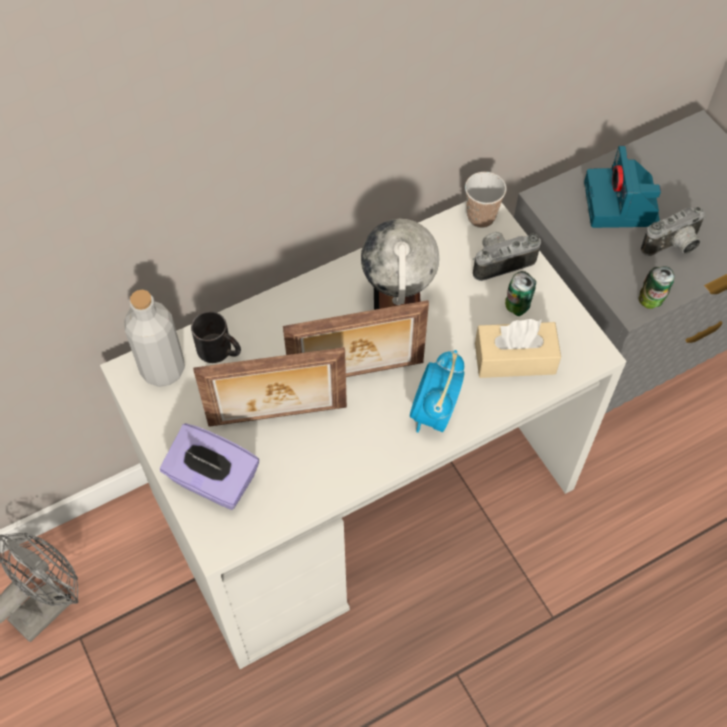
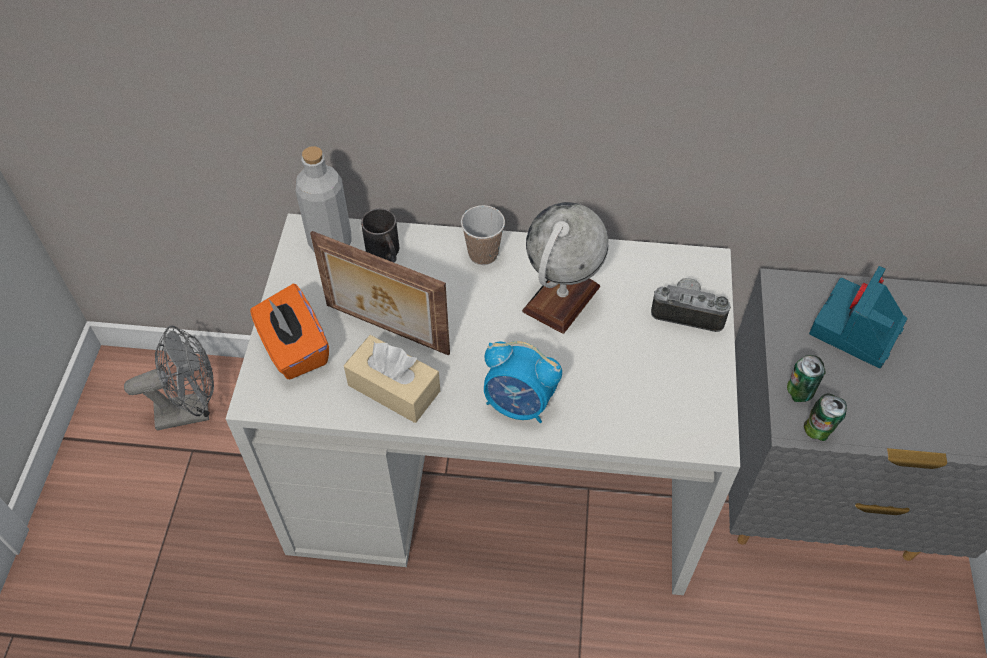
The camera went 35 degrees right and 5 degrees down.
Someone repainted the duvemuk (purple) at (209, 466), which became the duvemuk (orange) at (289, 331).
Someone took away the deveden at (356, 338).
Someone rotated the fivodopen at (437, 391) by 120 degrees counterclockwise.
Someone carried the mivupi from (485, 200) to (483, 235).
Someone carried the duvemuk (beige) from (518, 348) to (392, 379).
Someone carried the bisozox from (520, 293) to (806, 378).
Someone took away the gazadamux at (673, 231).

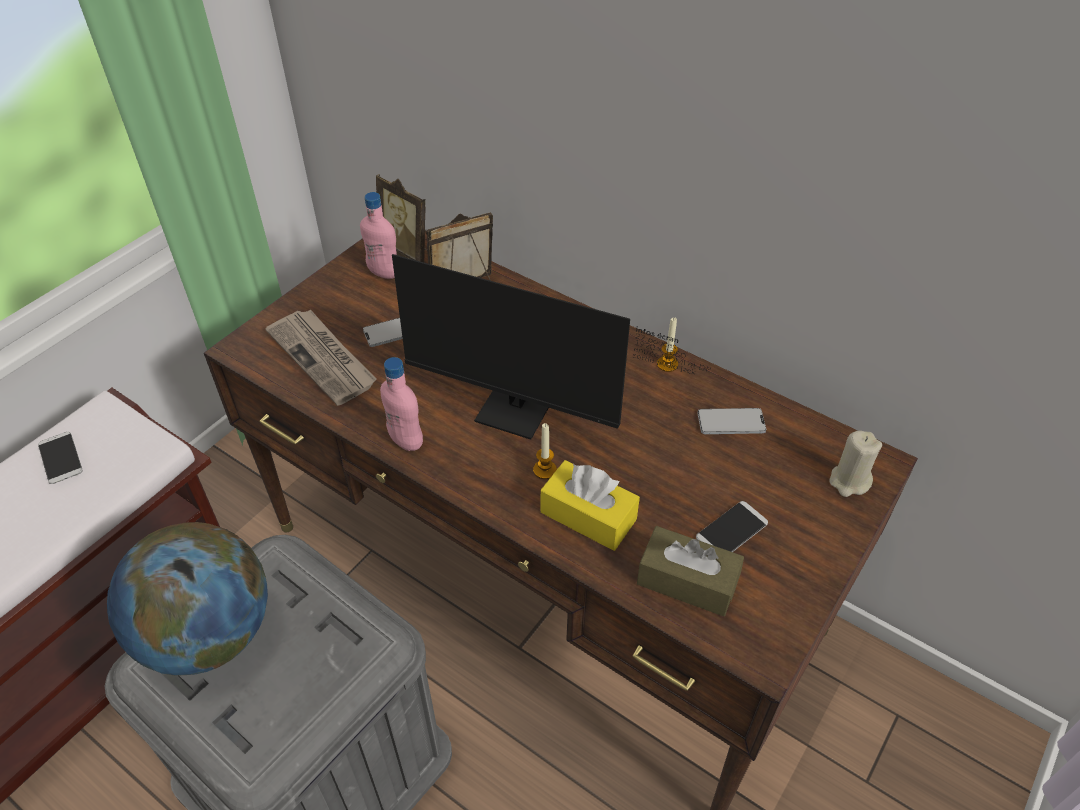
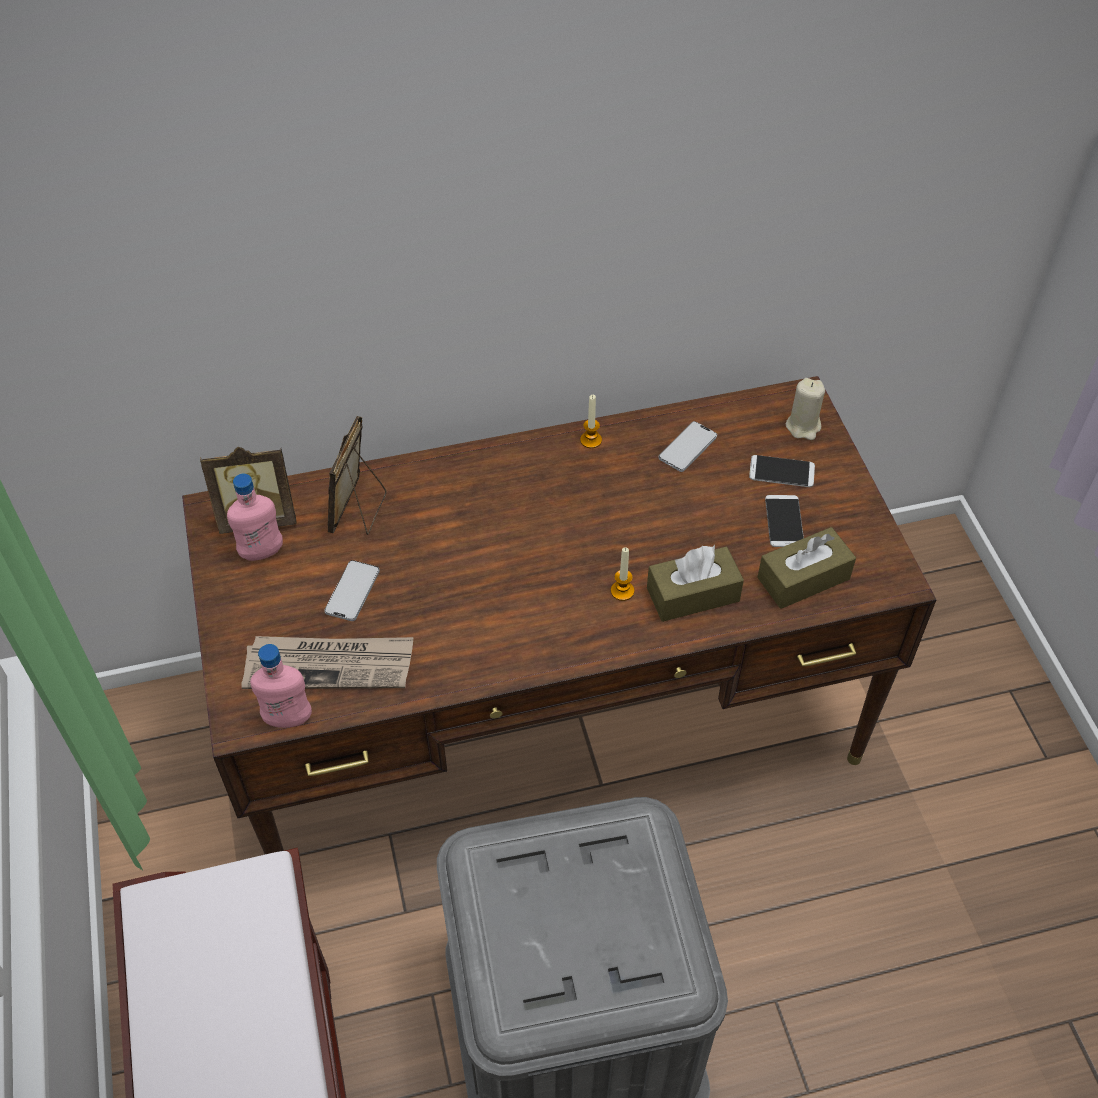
The camera went 50 degrees left and 5 degrees up.
Someone carried the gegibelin from (60, 458) to (782, 471).
Someone took away the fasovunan at (187, 599).
Someone carried the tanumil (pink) from (401, 404) to (281, 686).
Someone took away the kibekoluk at (551, 347).
Someone repainted the duvemuk (yellow) at (590, 505), which became the duvemuk (brown) at (695, 583).

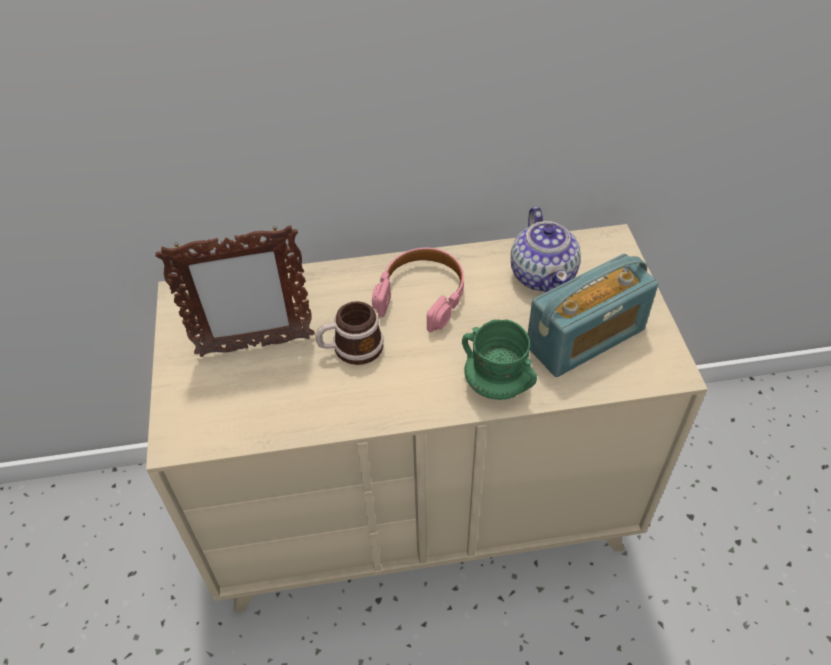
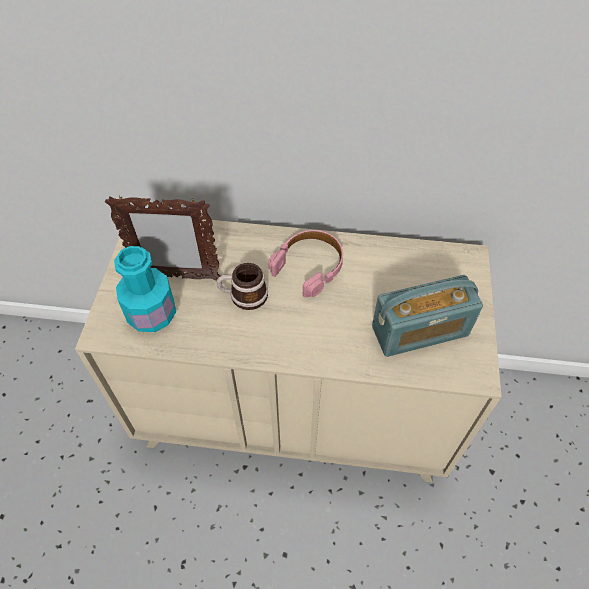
The camera went 15 degrees right and 5 degrees up.
Someone took away the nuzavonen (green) at (499, 359).
Someone took away the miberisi at (546, 249).
Someone put down the tanumil (turquoise) at (145, 289).

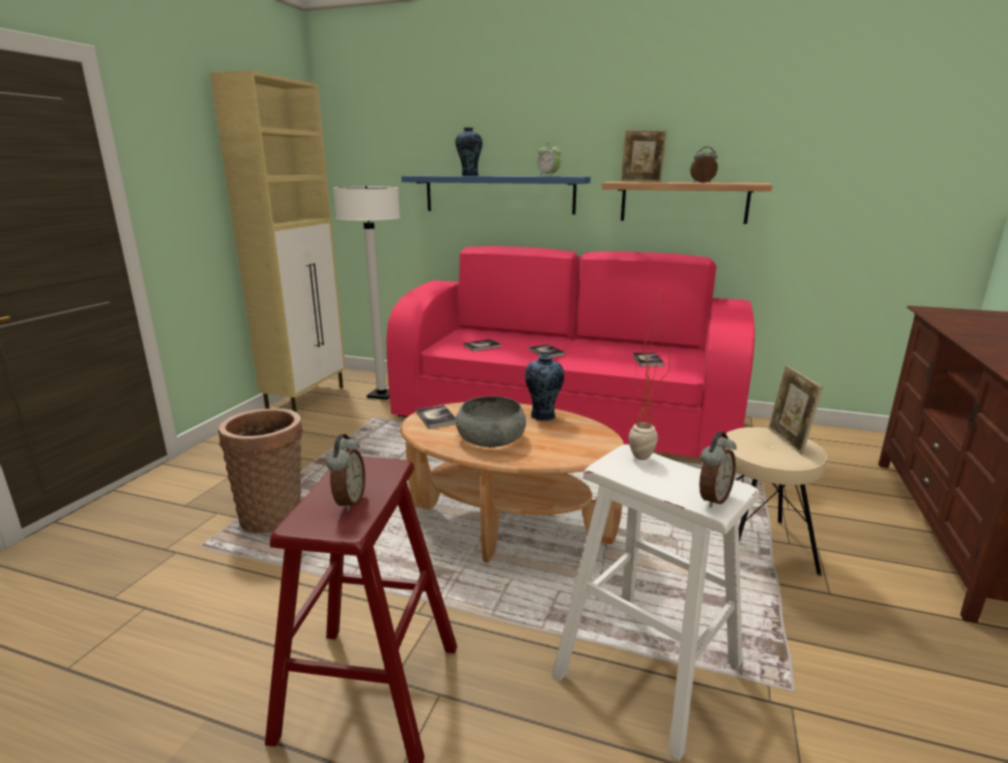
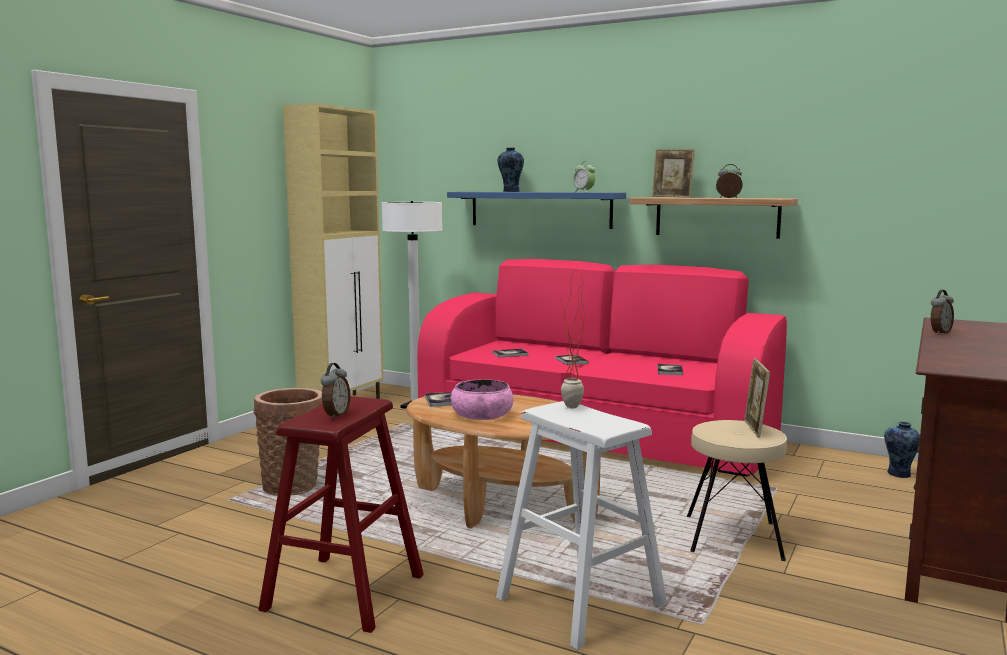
The camera went 10 degrees right and 10 degrees down.
Someone repainted the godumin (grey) at (490, 422), which became the godumin (pink) at (481, 399).
Someone carried the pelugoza from (544, 387) to (902, 449).
Someone carried the fivodopen from (717, 469) to (942, 312).

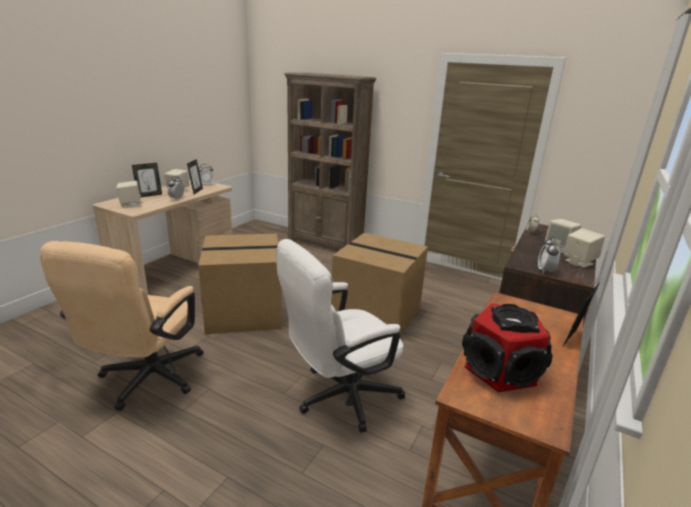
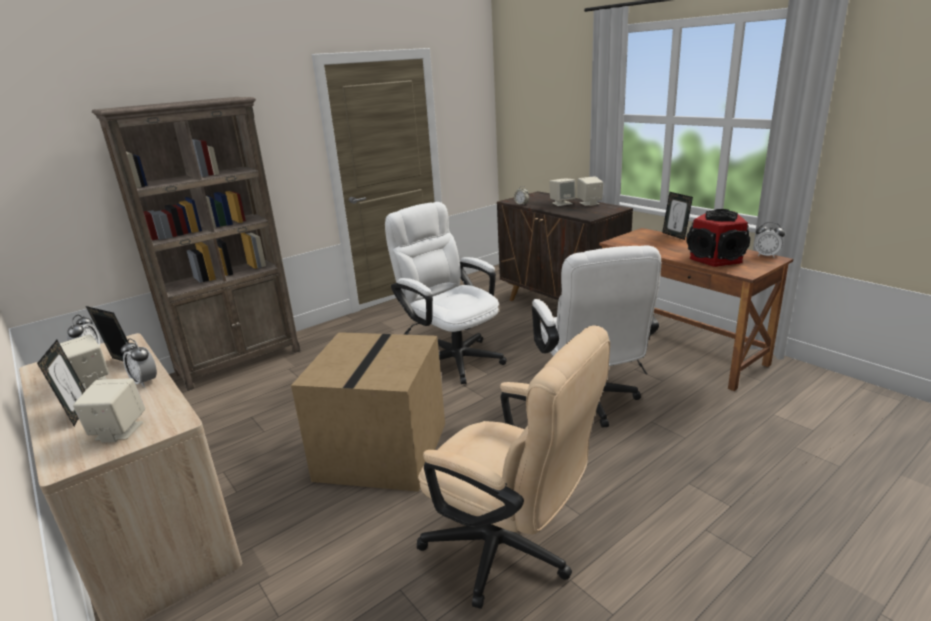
The camera went 65 degrees left and 0 degrees up.
Someone swapped the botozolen at (379, 284) for the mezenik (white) at (446, 293).
Someone carried the fivodopen from (549, 255) to (769, 240).

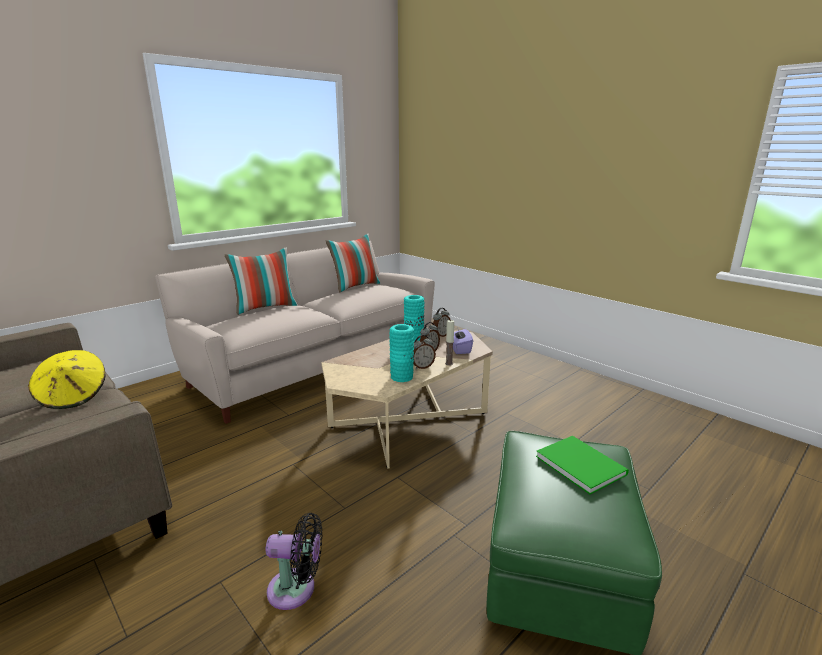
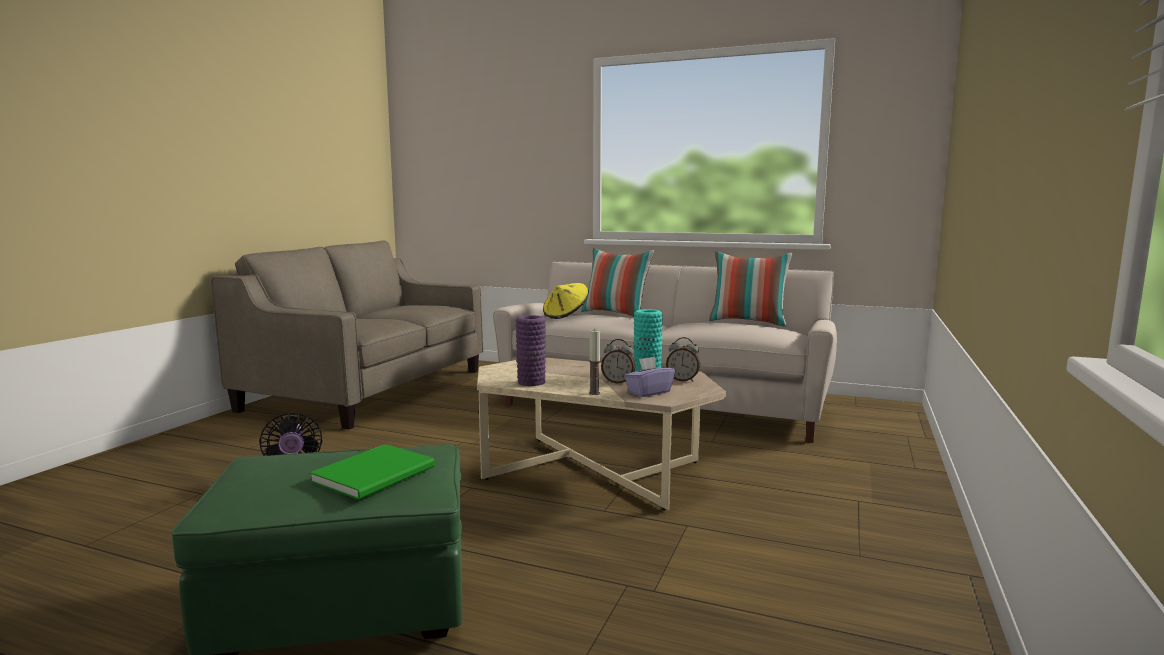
The camera went 65 degrees right and 10 degrees down.
Someone carried the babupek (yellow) from (66, 379) to (565, 301).
Someone repainted the pelugoza (turquoise) at (401, 353), which became the pelugoza (purple) at (531, 350).
Someone took away the fivodopen at (424, 352).

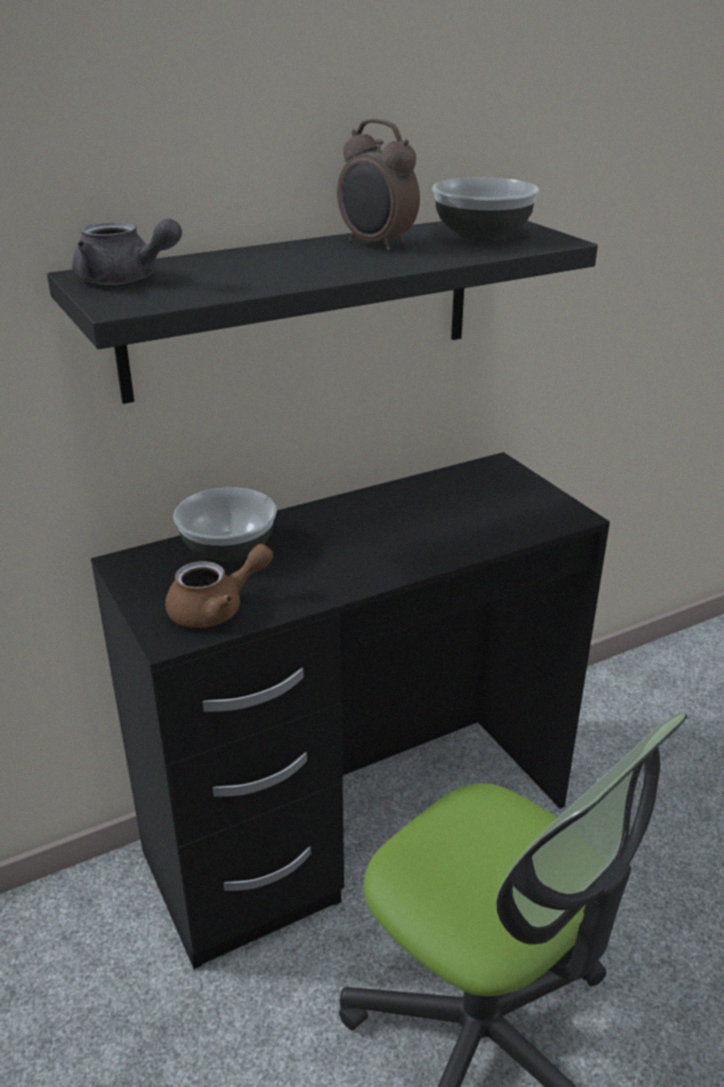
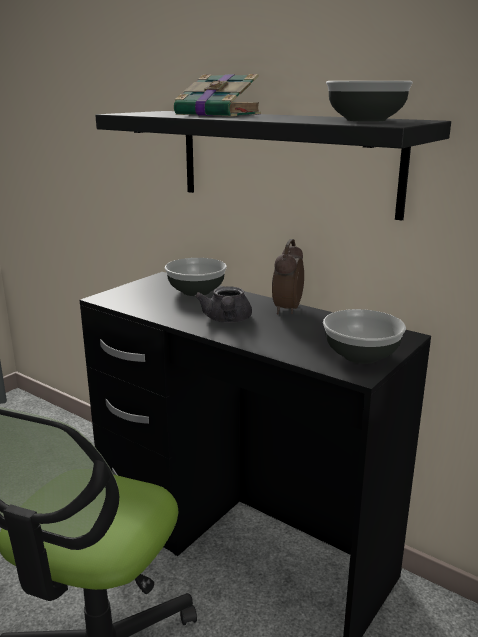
The camera went 65 degrees right and 10 degrees down.
Someone carried the miberisi (grey) from (127, 251) to (223, 304).
Someone took away the miberisi (brown) at (219, 586).
Someone carried the fivodopen from (378, 185) to (288, 276).
Someone put down the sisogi at (217, 95).
Someone put down the godumin at (364, 336).

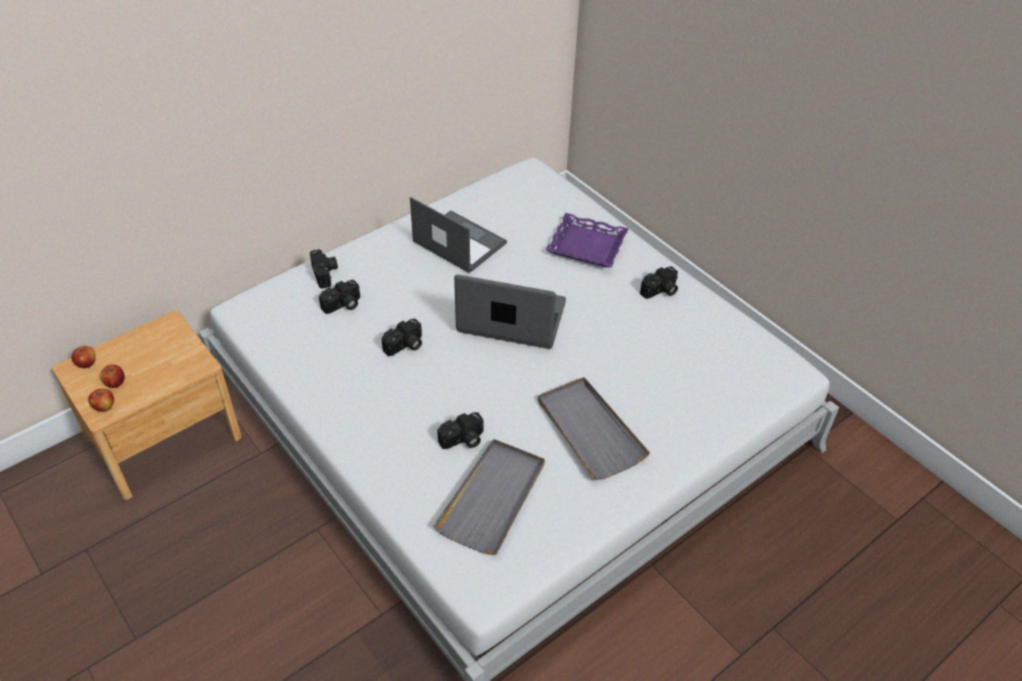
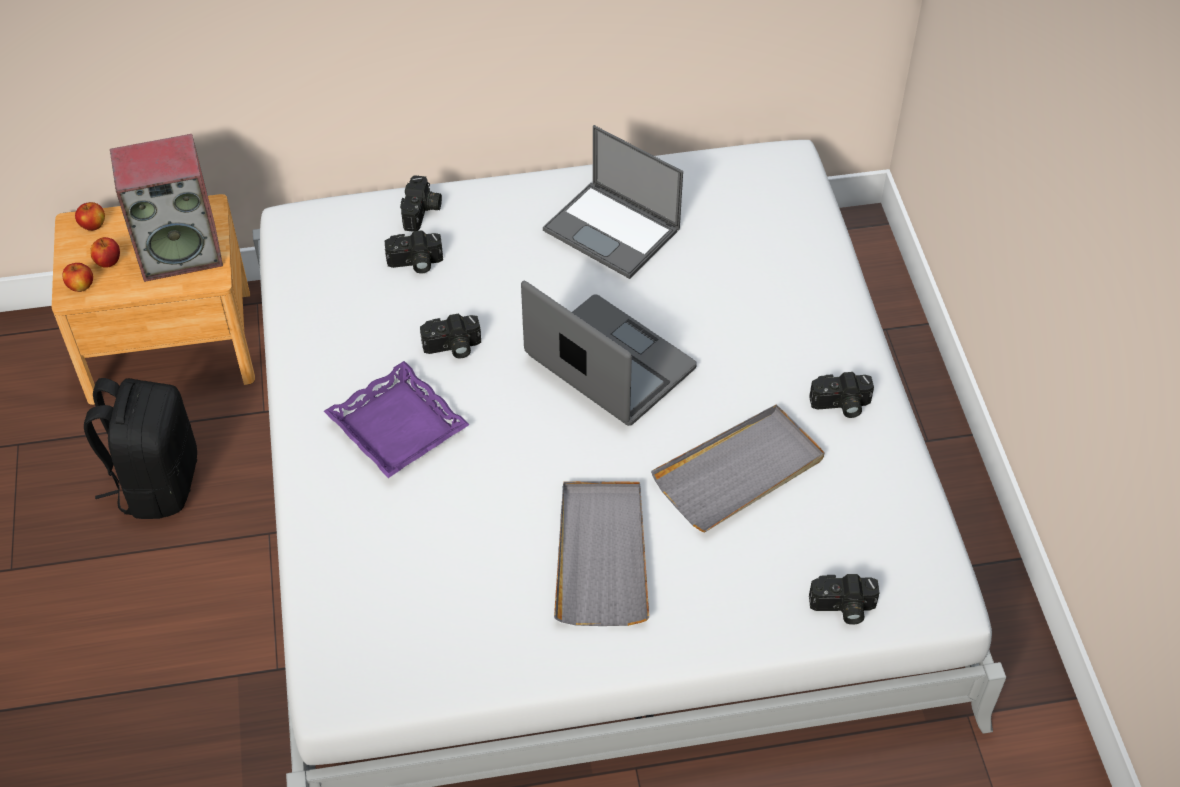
The camera went 30 degrees right and 5 degrees up.
Someone rotated the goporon at (458, 235) by 150 degrees clockwise.
Someone carried the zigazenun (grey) from (489, 497) to (738, 468).
Someone carried the gazadamux from (460, 430) to (844, 599).
Someone carried the zigazenun (purple) from (587, 240) to (397, 419).
Someone put down the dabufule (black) at (140, 448).
Someone put down the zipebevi at (166, 208).

